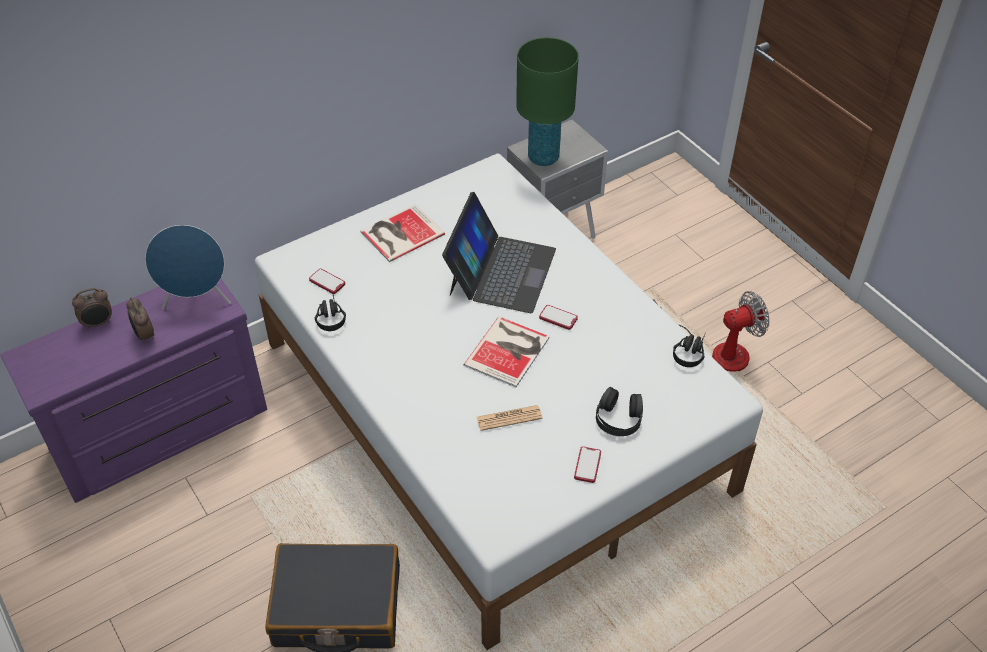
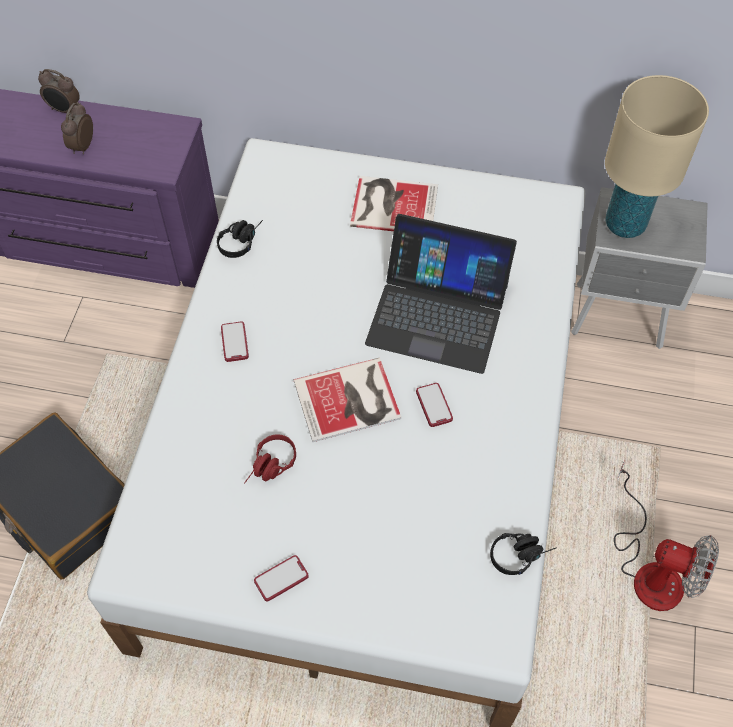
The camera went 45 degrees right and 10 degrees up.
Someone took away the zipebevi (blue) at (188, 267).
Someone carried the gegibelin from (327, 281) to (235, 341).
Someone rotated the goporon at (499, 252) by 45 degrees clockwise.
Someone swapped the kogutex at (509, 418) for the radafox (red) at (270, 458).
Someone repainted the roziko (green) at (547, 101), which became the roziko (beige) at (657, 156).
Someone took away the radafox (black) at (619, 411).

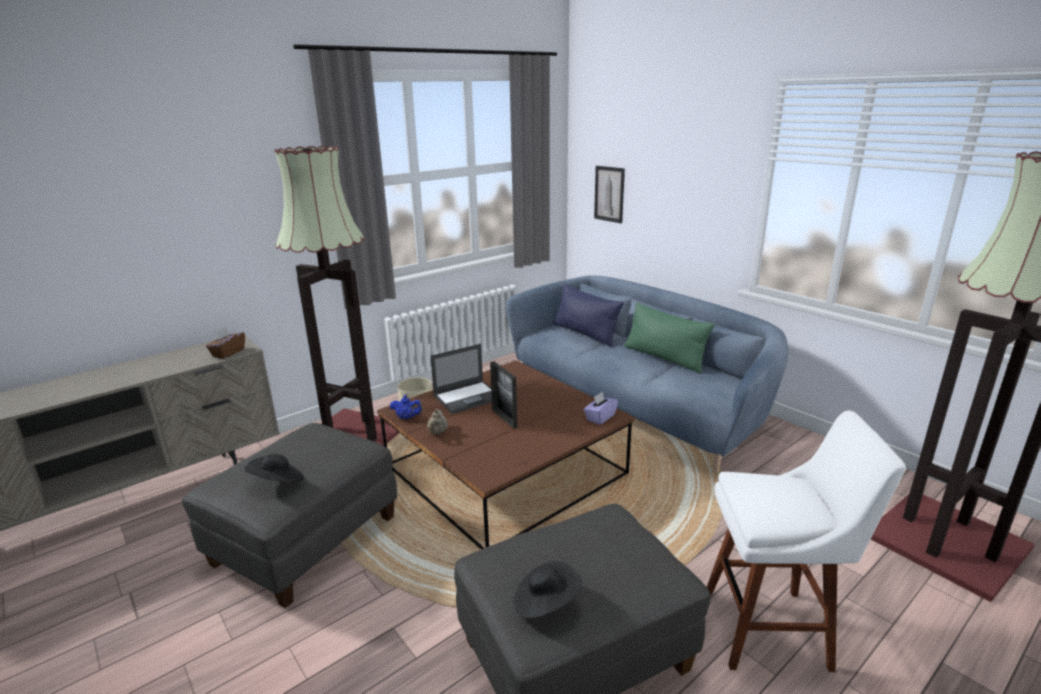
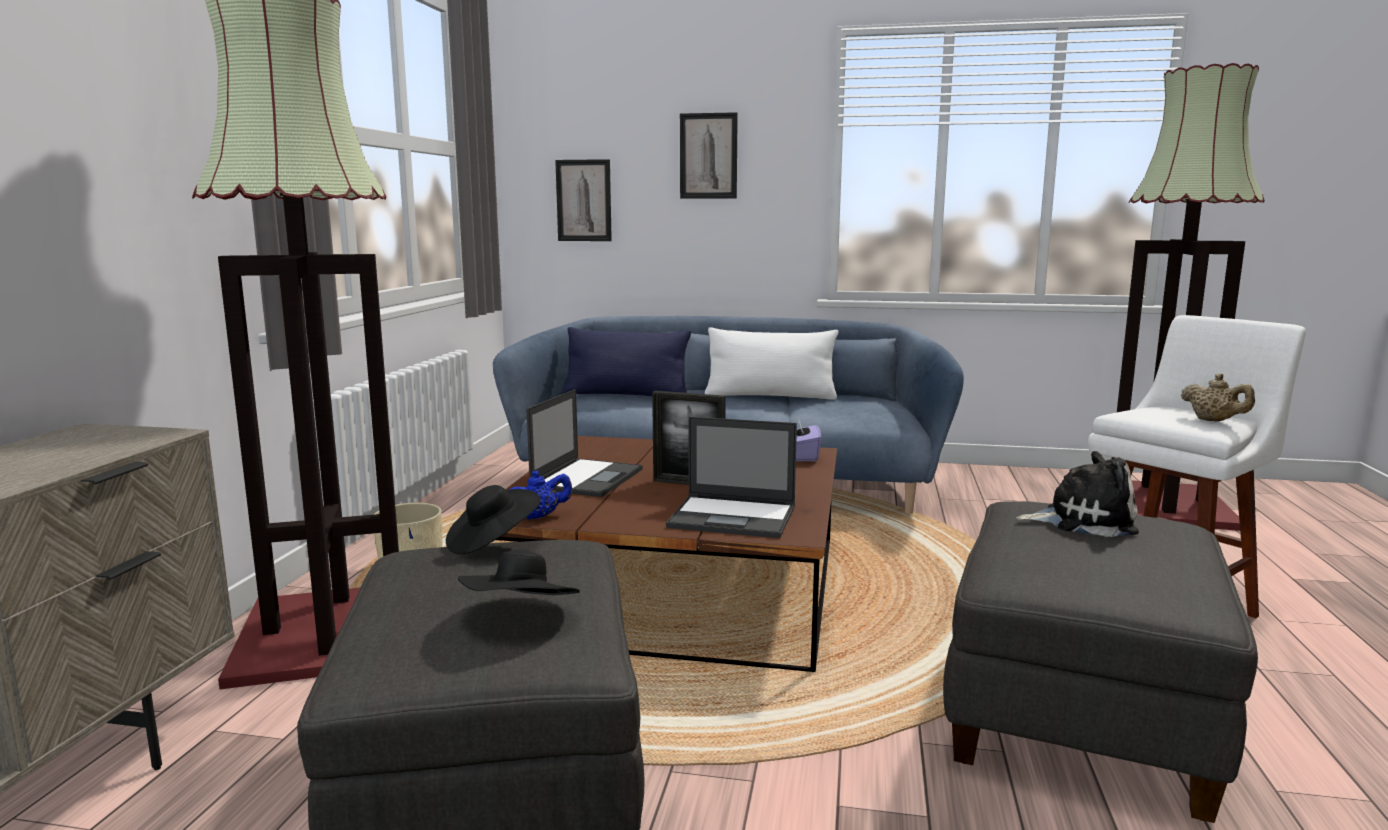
The camera went 40 degrees left and 10 degrees down.
Someone took away the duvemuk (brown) at (225, 343).
Someone carried the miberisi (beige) from (437, 422) to (1218, 398).
Someone carried the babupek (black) from (548, 590) to (493, 519).
Someone repainted the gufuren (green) at (669, 337), which became the gufuren (white) at (771, 363).
Someone put down the goporon at (731, 477).
Someone put up the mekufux at (709, 155).
Someone put down the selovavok at (1077, 494).

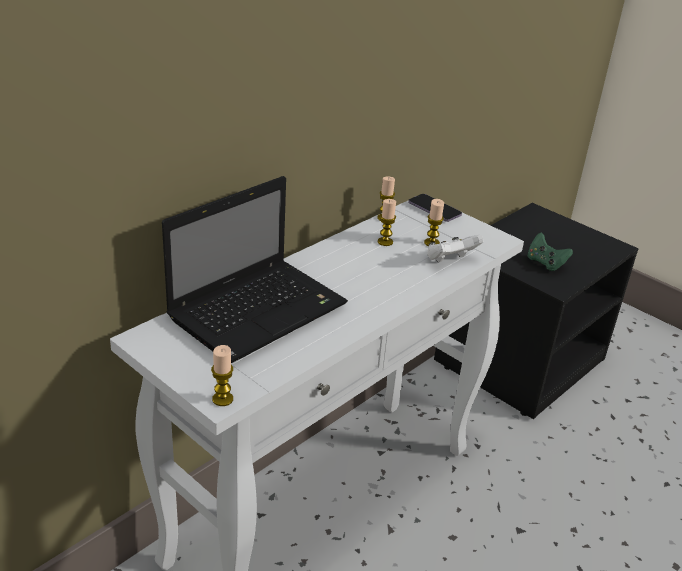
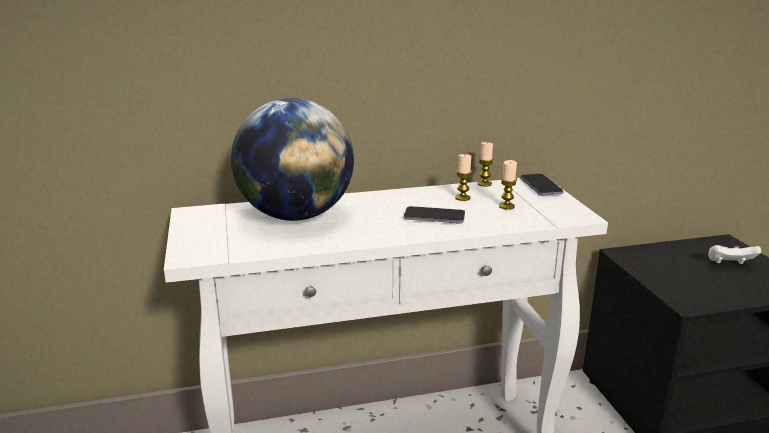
The camera went 35 degrees right and 10 degrees down.
Someone swapped the goporon at (255, 269) for the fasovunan at (292, 159).
Someone took away the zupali at (222, 375).
Someone carried the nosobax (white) from (455, 248) to (734, 254).
Someone took away the nosobax (green) at (550, 251).
Someone put down the gegibelin at (434, 215).

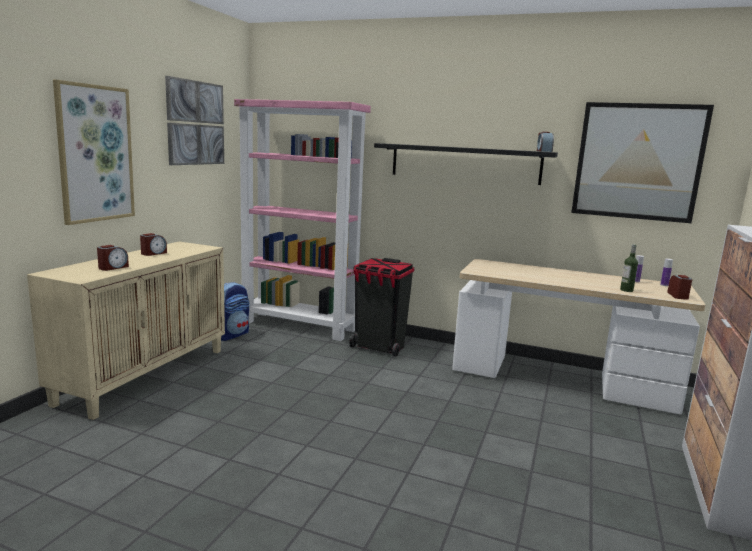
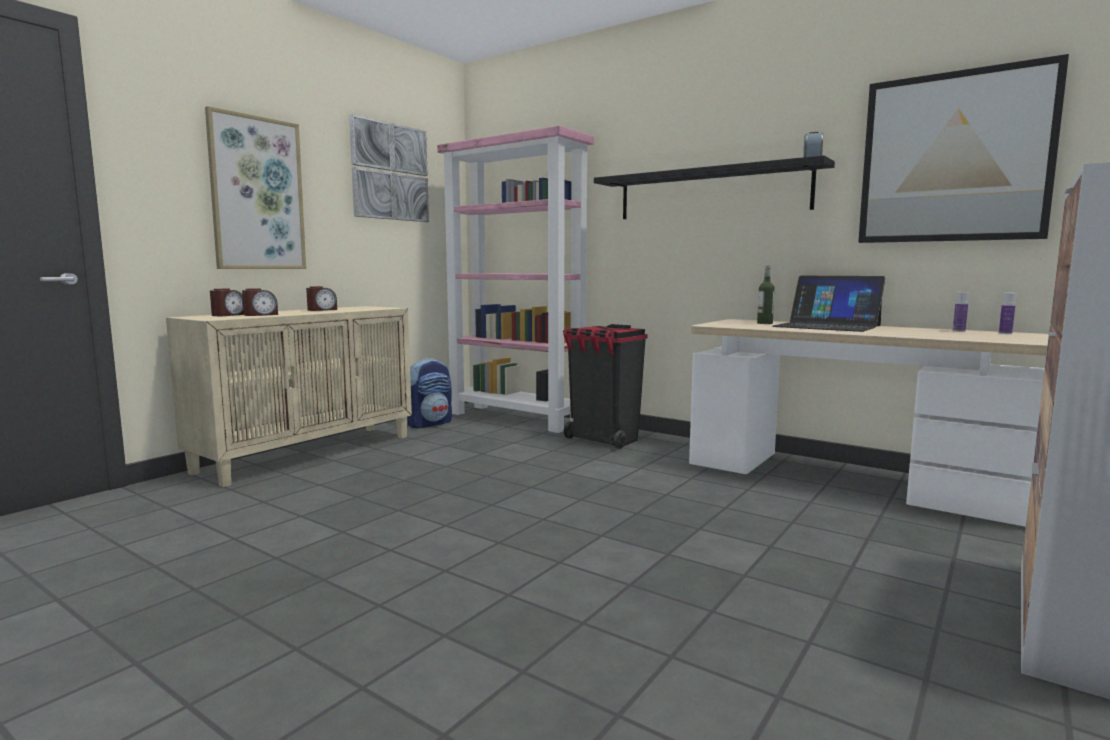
The camera went 15 degrees right and 5 degrees down.
Someone carried the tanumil from (629, 268) to (766, 295).
Someone carried the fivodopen from (679, 287) to (227, 302).
Someone put down the goporon at (829, 304).

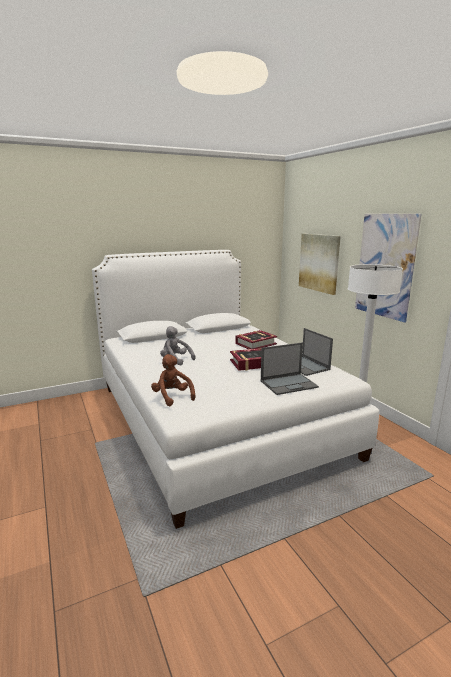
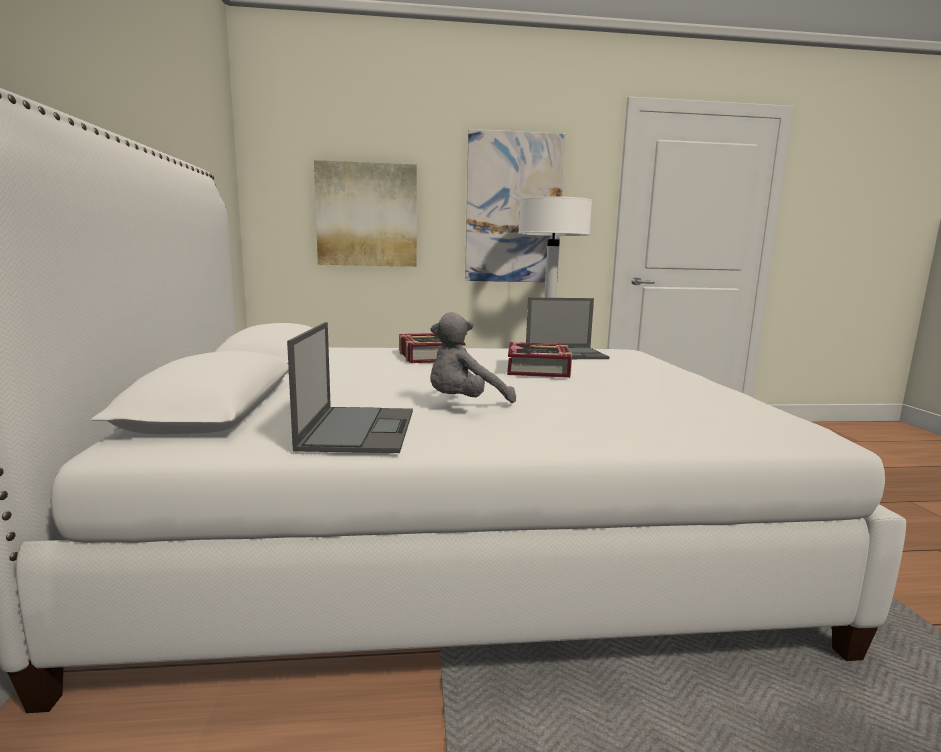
The camera went 70 degrees left and 5 degrees down.
Someone took away the selovavok (brown) at (173, 380).
Someone carried the goporon from (290, 369) to (350, 387).

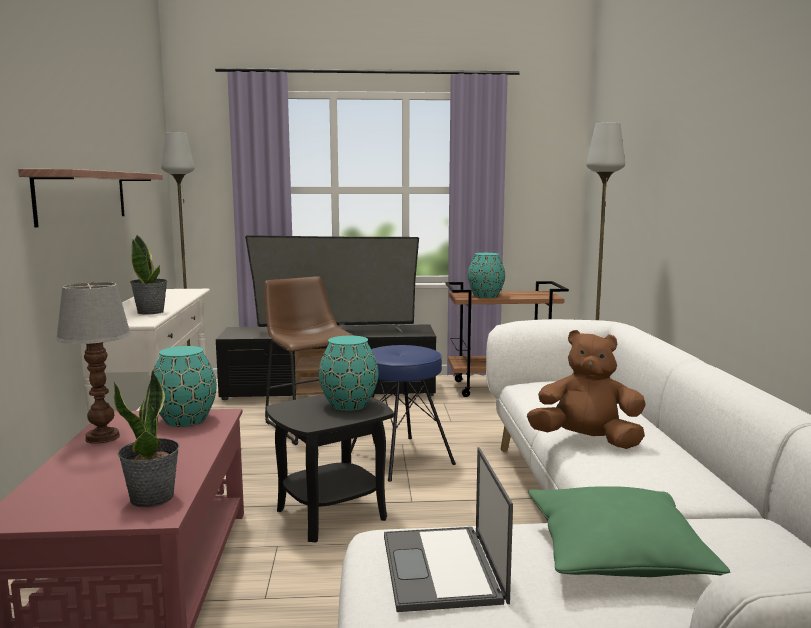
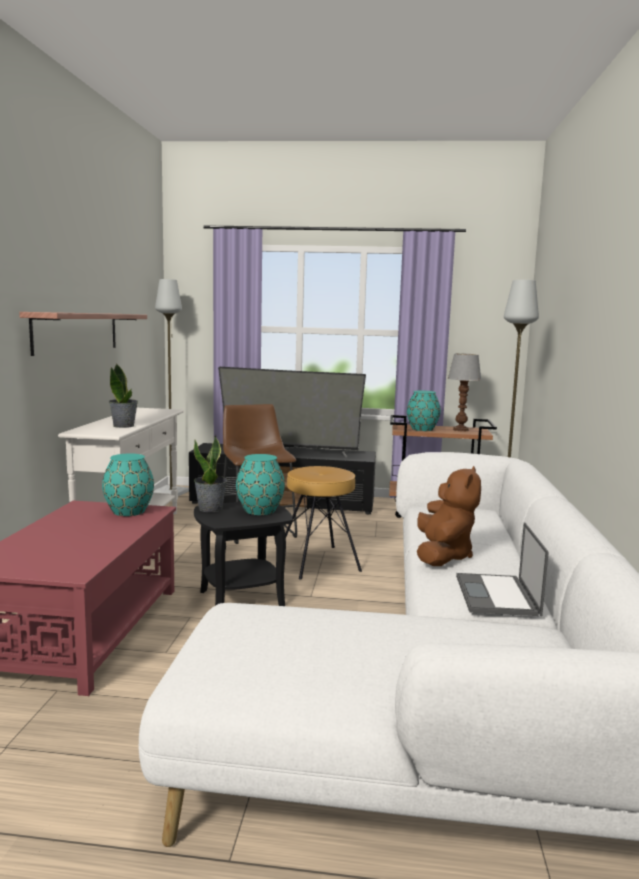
The camera went 10 degrees right and 0 degrees up.
Someone carried the roziko from (93, 363) to (465, 392).
Someone carried the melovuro from (147, 438) to (210, 473).
Someone repainted the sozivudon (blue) at (403, 413), which became the sozivudon (brown) at (323, 523).
Someone carried the goporon from (448, 529) to (502, 569).
Someone rotated the selovavok (brown) at (586, 389) by 75 degrees clockwise.
Someone took away the gufuren (green) at (629, 531).

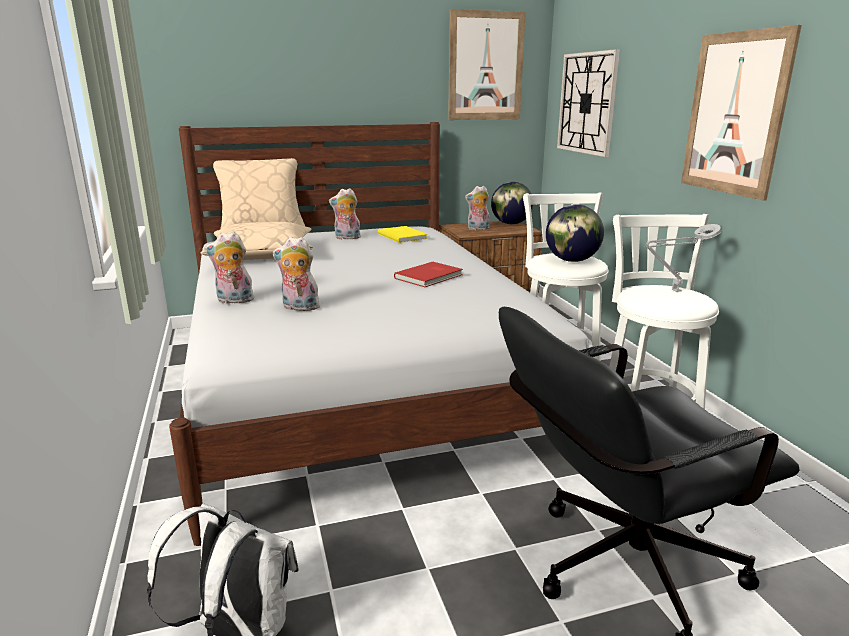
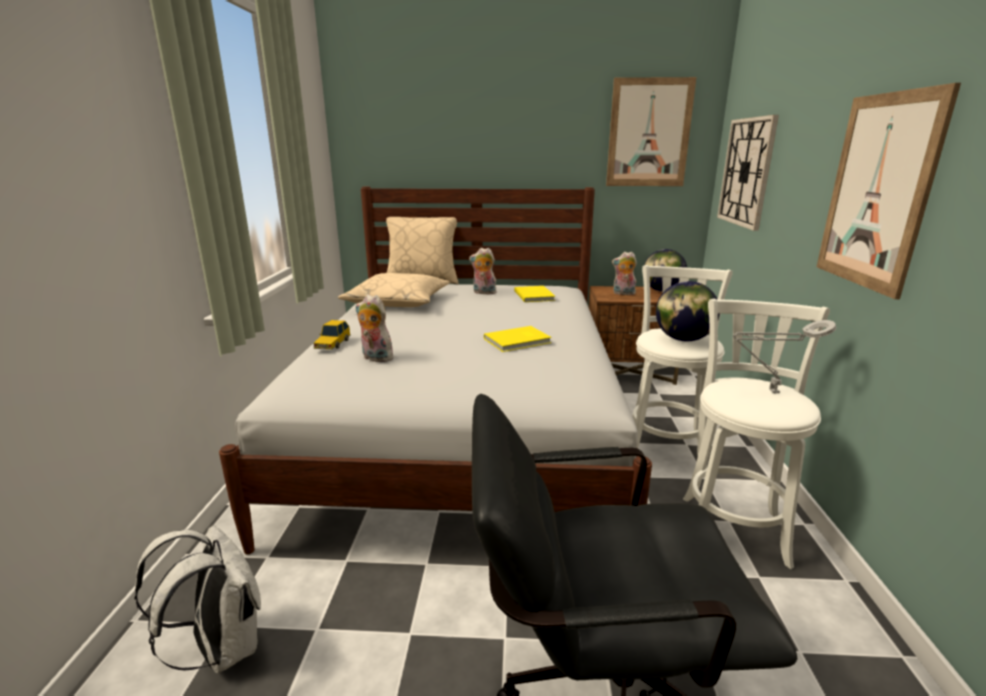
The camera went 20 degrees right and 0 degrees up.
Someone swapped the selovavok at (229, 267) for the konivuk at (332, 335).
Someone repainted the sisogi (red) at (428, 274), which became the sisogi (yellow) at (518, 339).

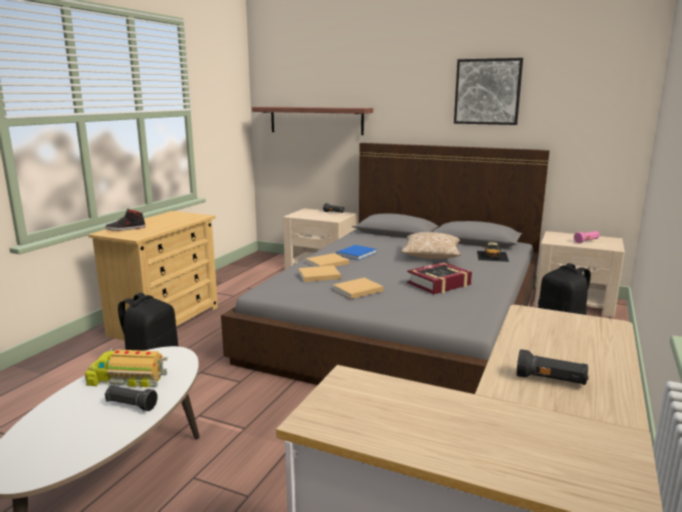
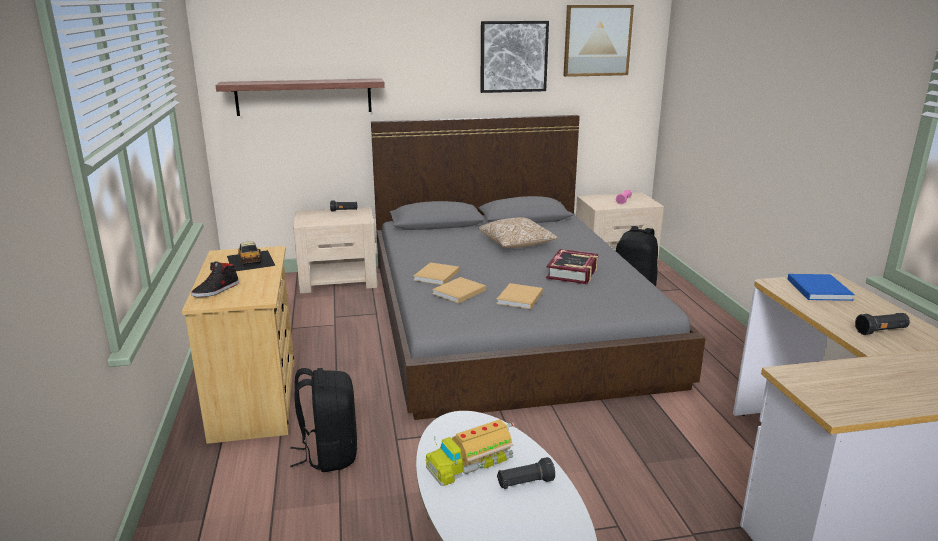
The camera went 35 degrees left and 5 degrees up.
Someone carried the sisogi (blue) from (357, 252) to (821, 287).
Someone carried the konivuk from (493, 252) to (251, 256).
Someone put up the mekufux at (598, 41).

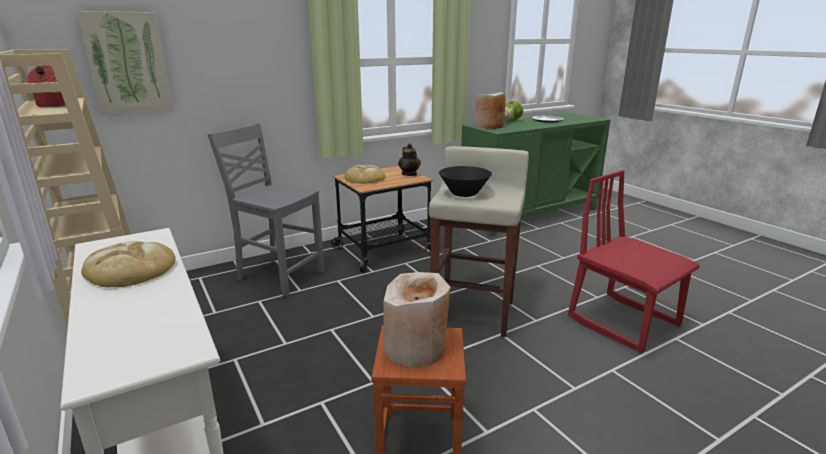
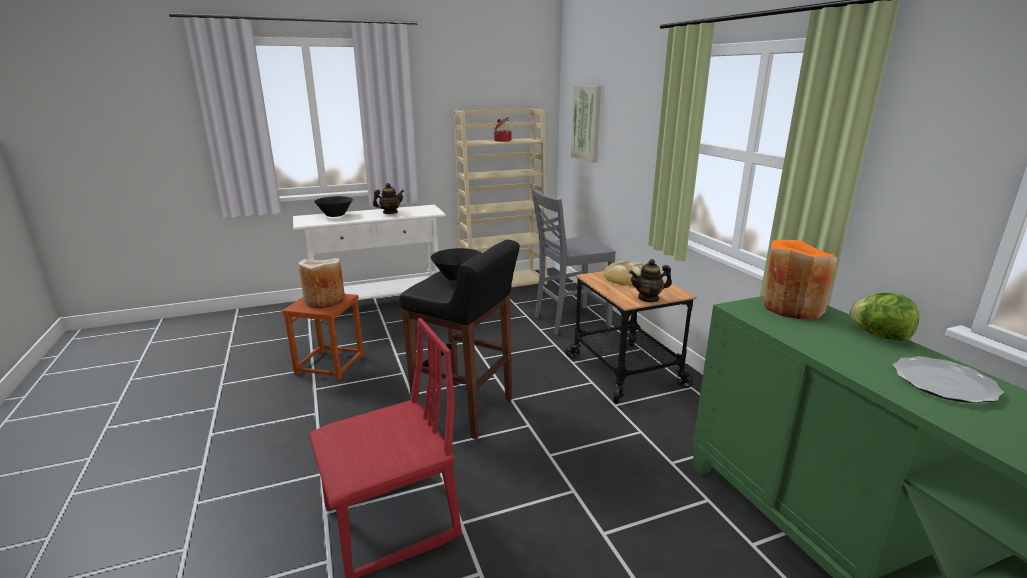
The camera went 100 degrees right and 0 degrees up.
Someone swapped the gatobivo at (128, 264) for the miberisi at (388, 198).
Someone rotated the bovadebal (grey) at (266, 210) by 150 degrees counterclockwise.
Someone repainted the sozivudon (beige) at (479, 241), which became the sozivudon (black) at (459, 339).
Someone repainted the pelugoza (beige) at (490, 111), which became the pelugoza (orange) at (800, 279).
Someone put down the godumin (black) at (333, 206).

